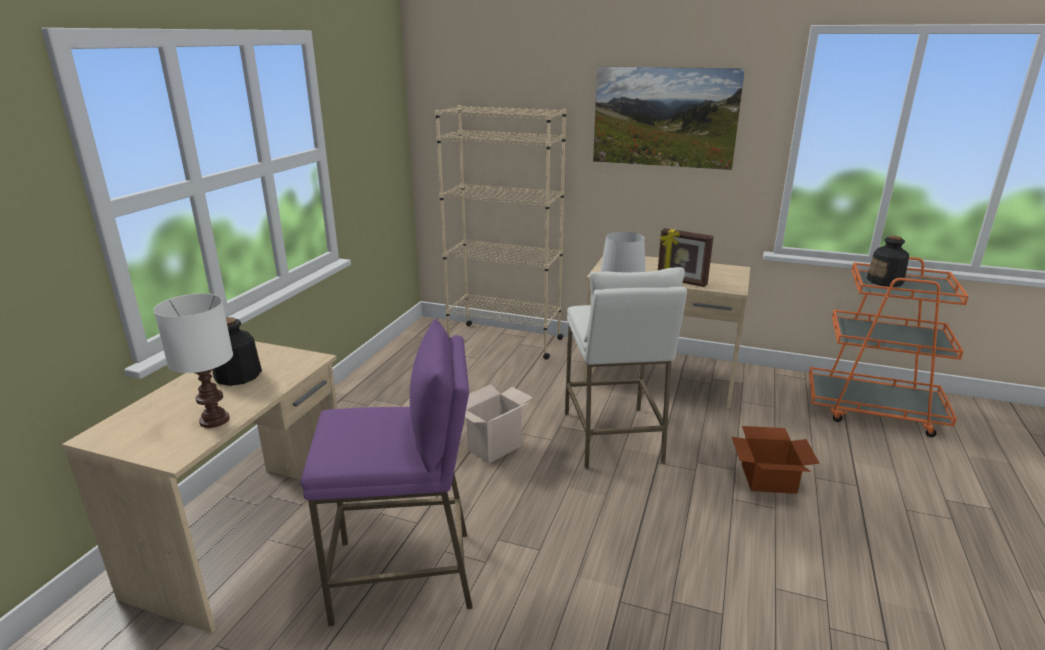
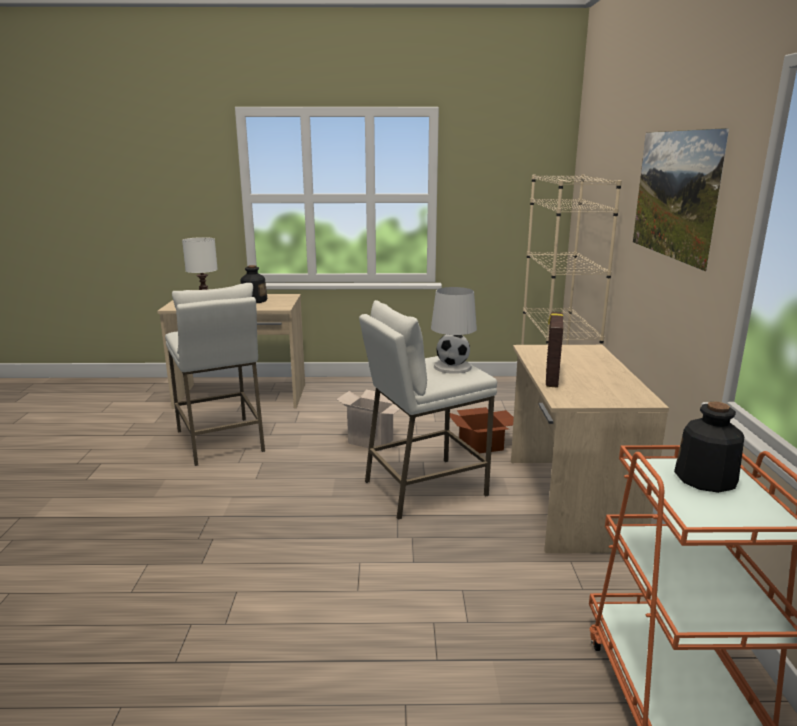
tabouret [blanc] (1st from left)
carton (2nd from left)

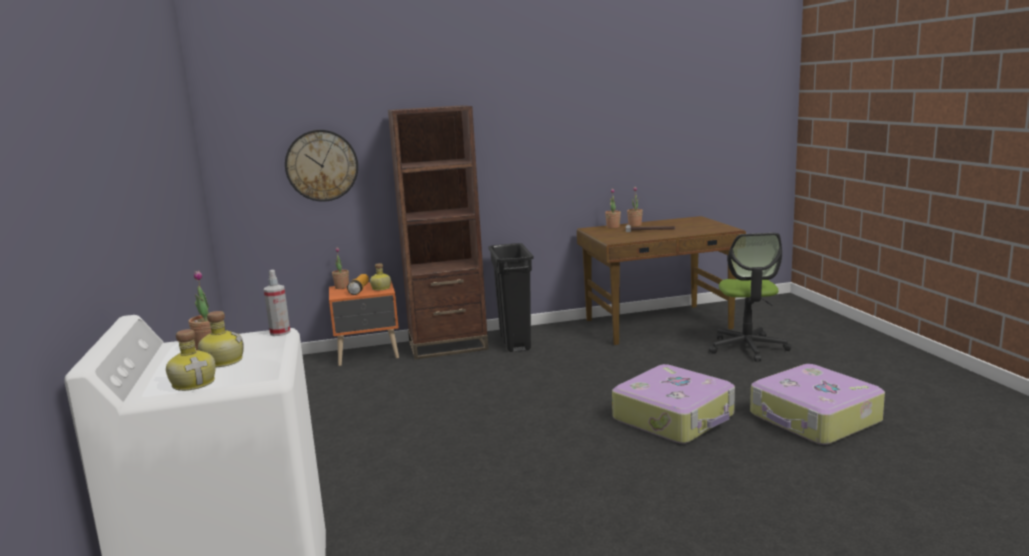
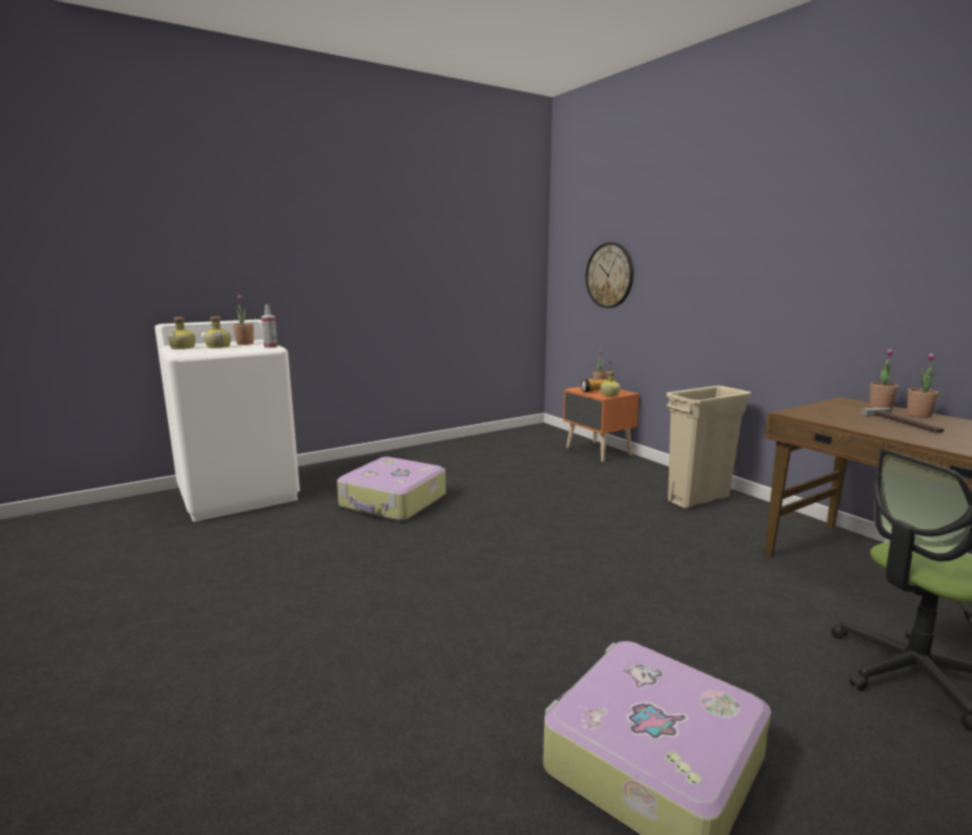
bibliothèque [marron]
poubelle [beige]
valise (1st from left)

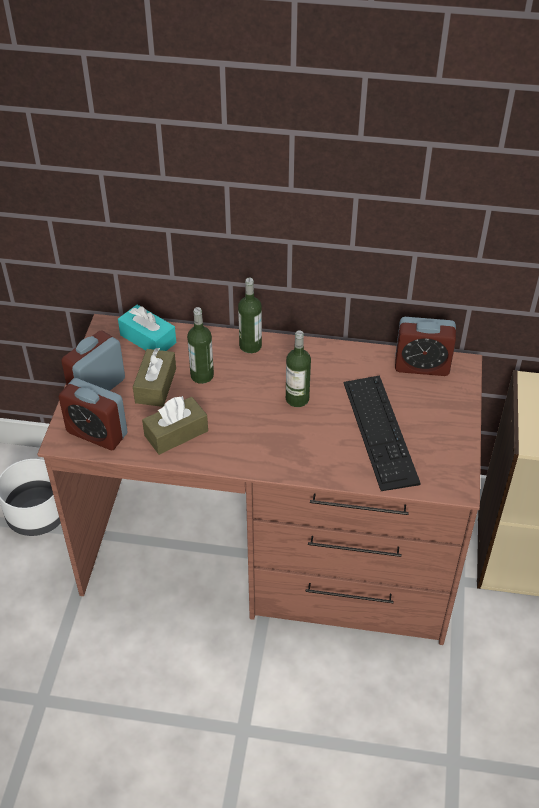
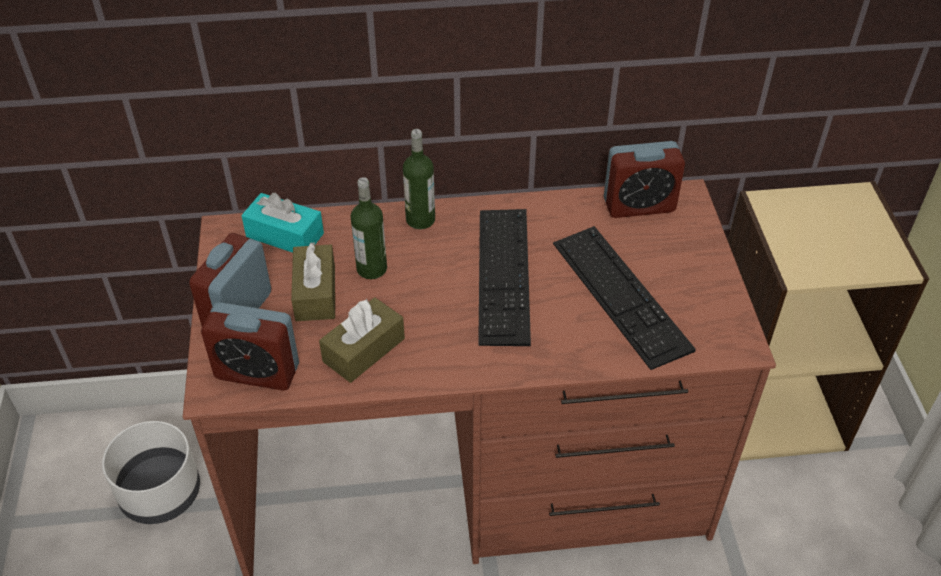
clavier (1st from left)

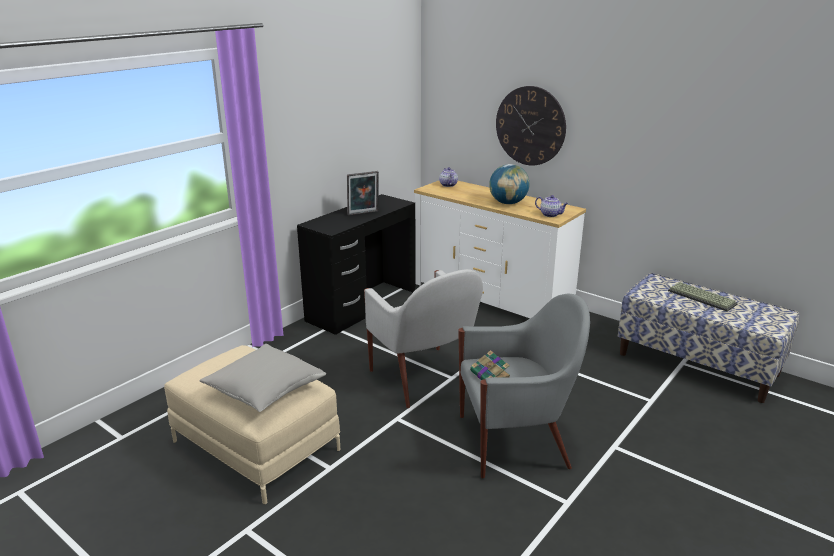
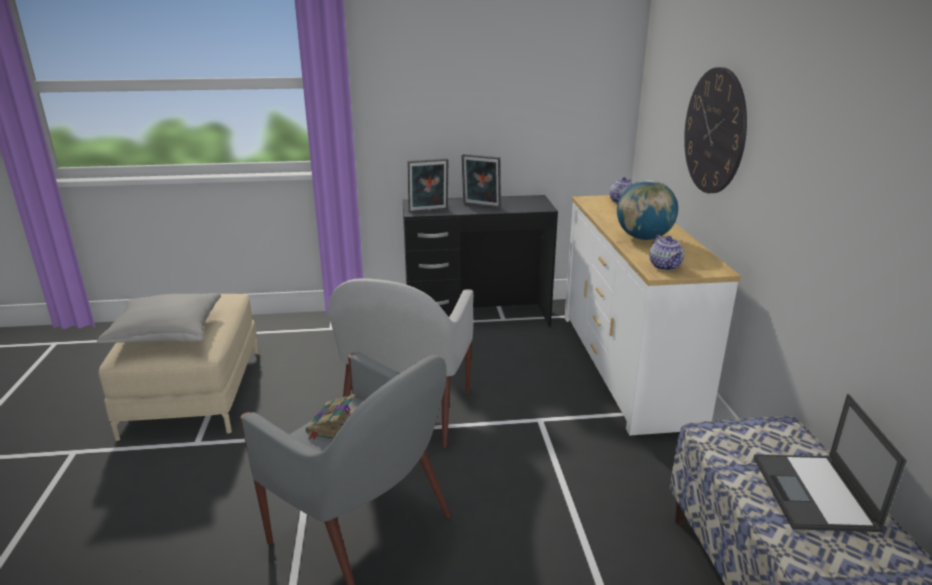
ordinateur portable
cadre photo (1st from left)

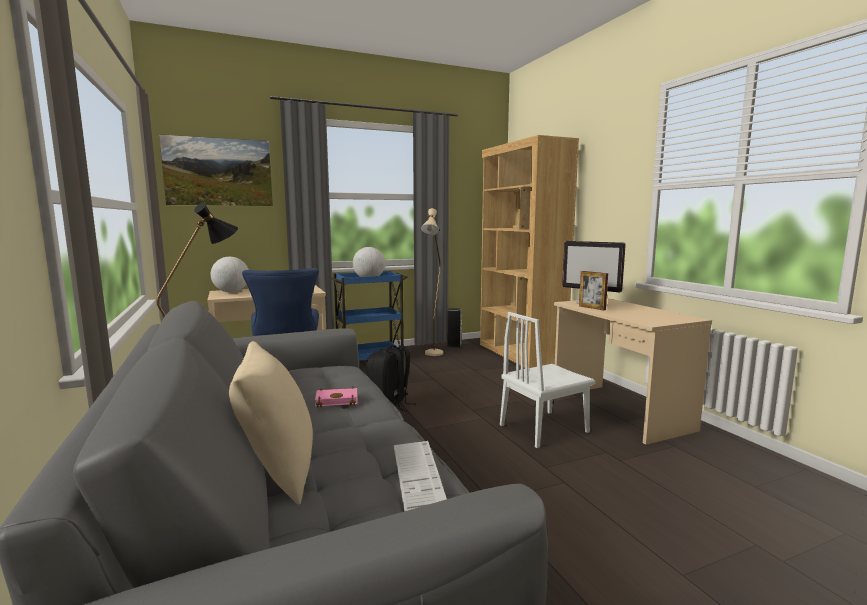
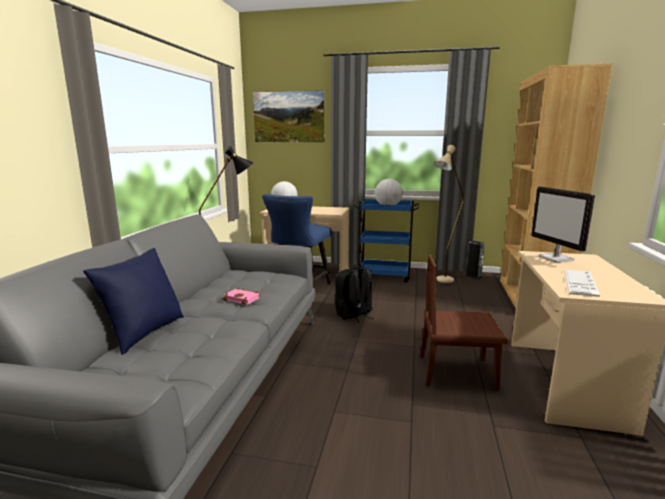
coussin [bleu]
clavier
chaise [marron]
cadre photo

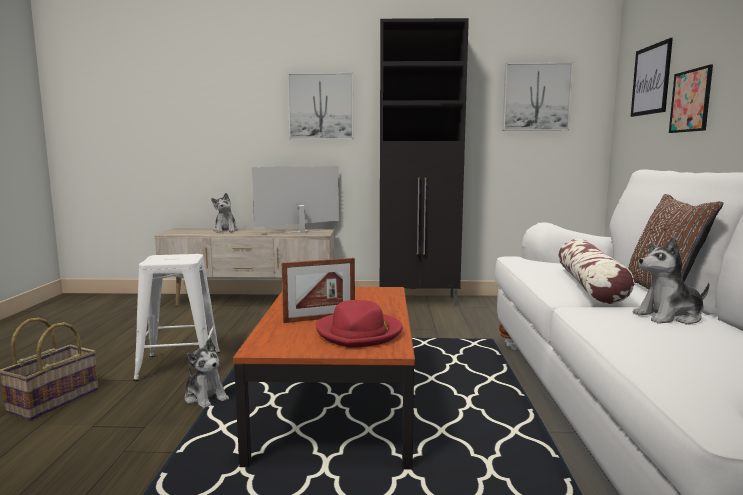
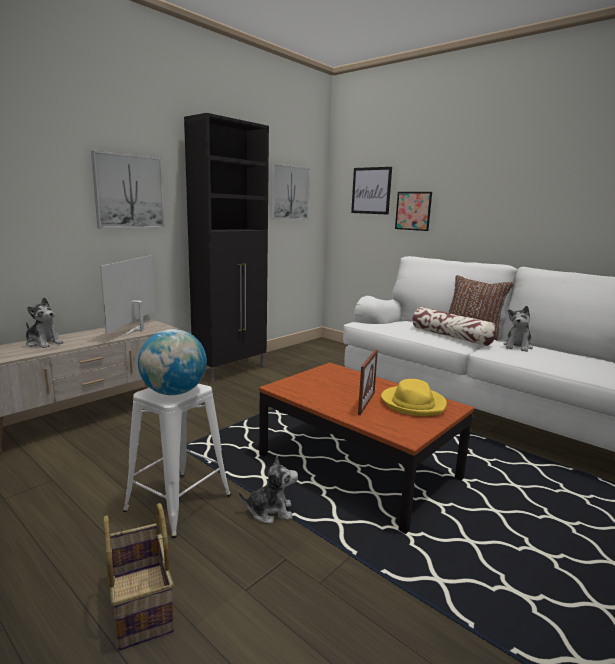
chapeau [jaune]
globe

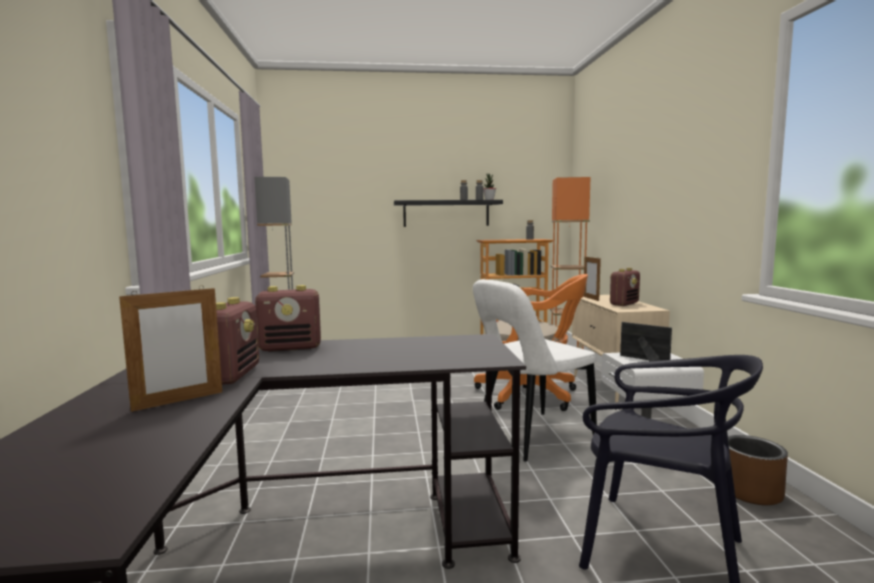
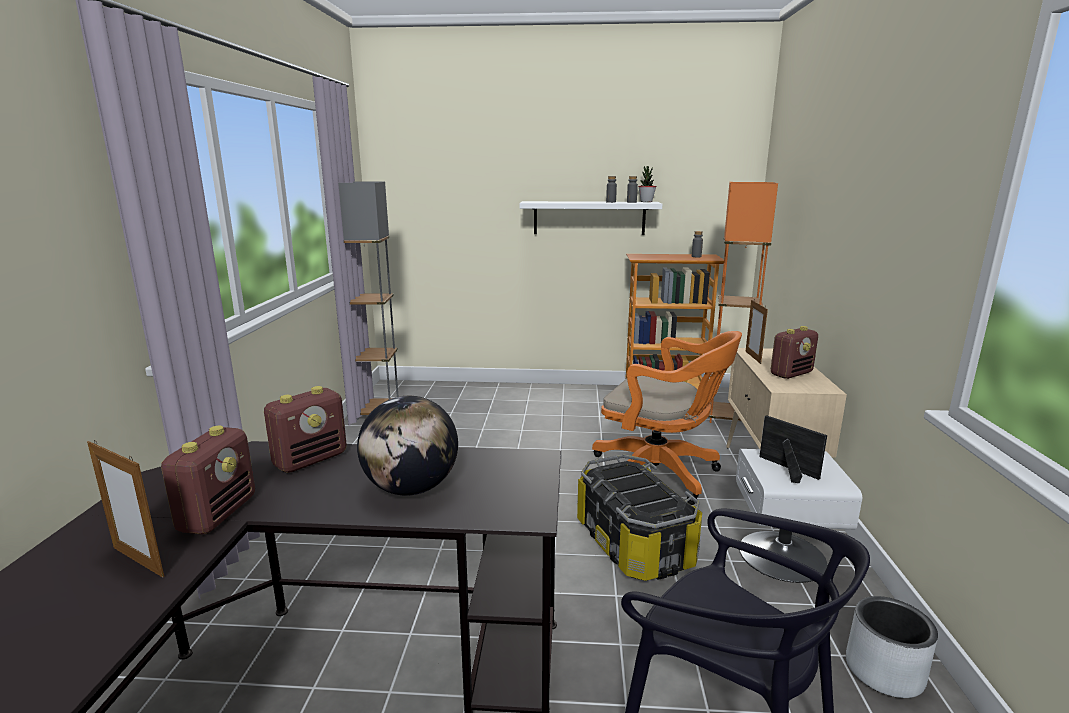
cadre photo (1st from left)
radio (2nd from left)
étagère [blanc]
boîte de rangement
cache-pot [gris]
globe

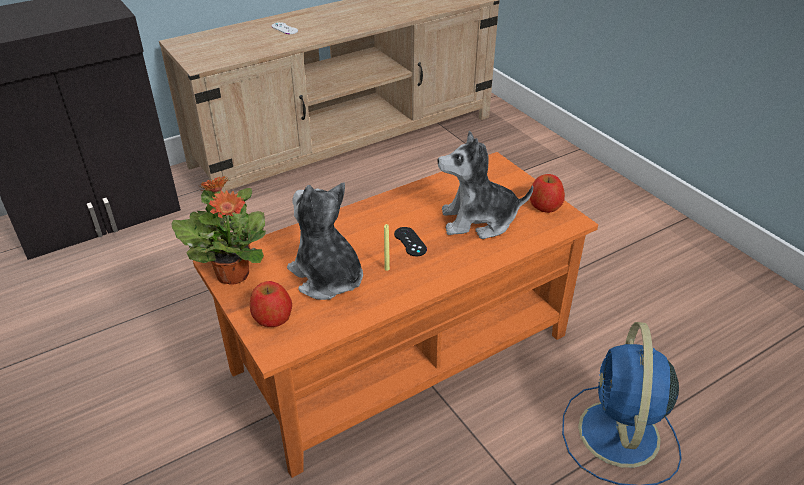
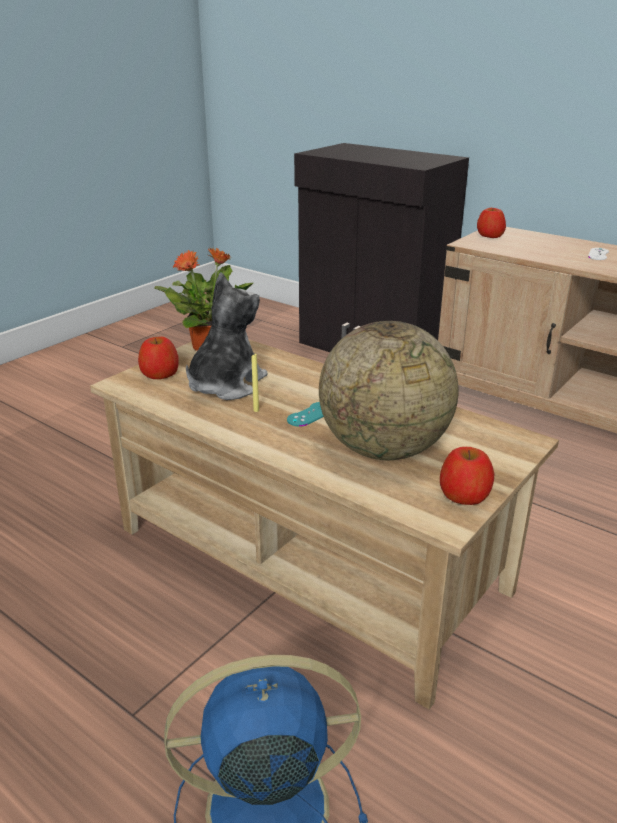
table basse [beige]
manette [turquoise]
globe
pomme (3rd from left)

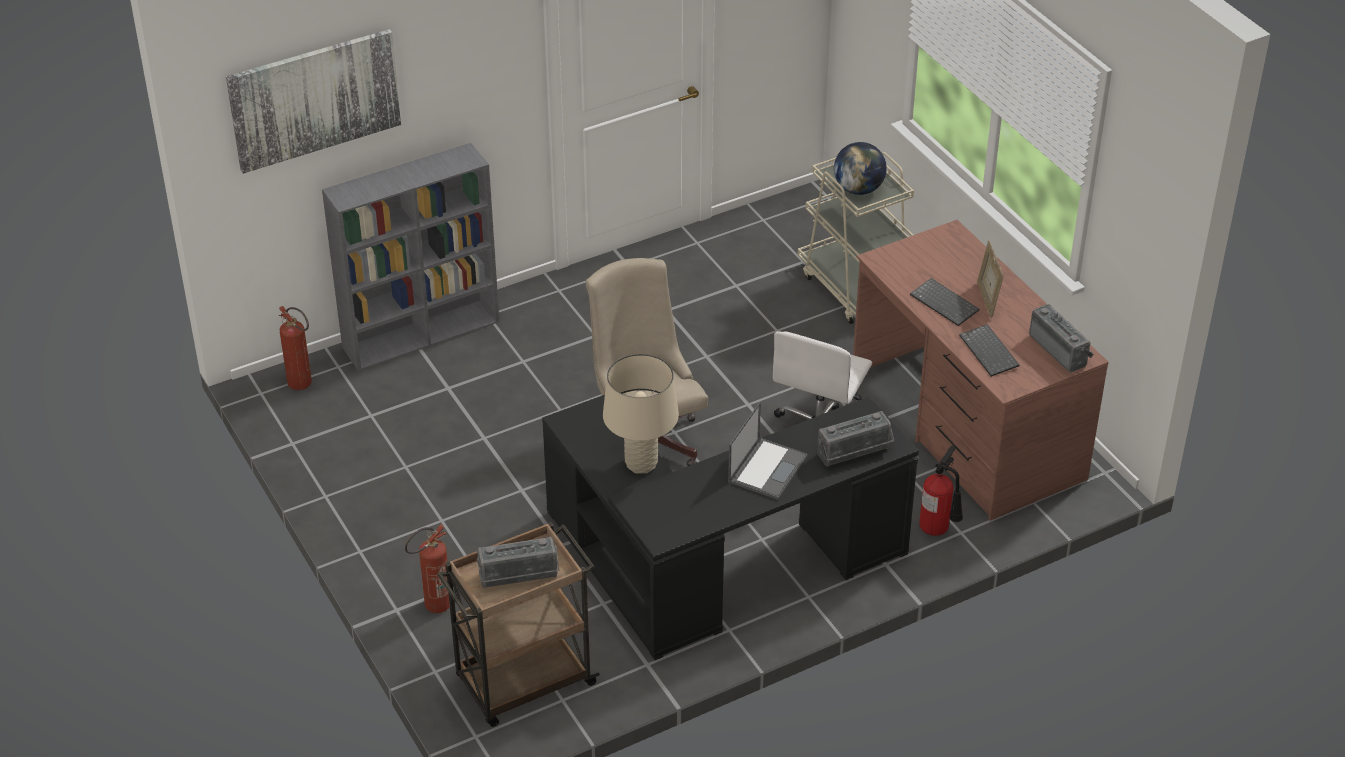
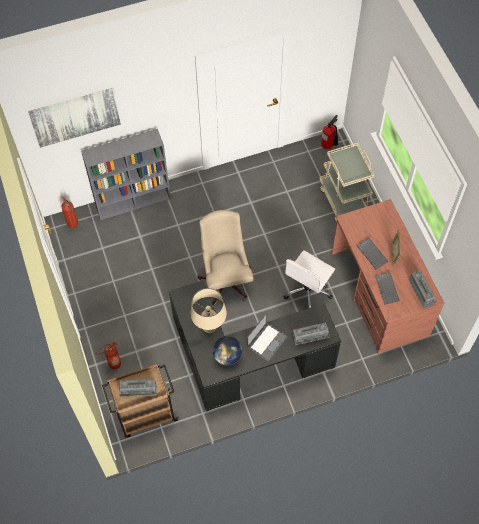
globe
extincteur (3rd from left)

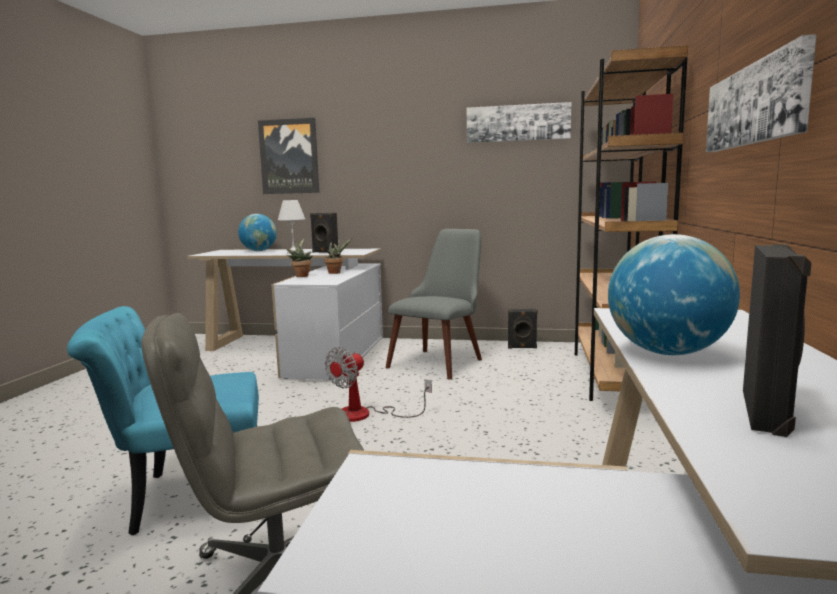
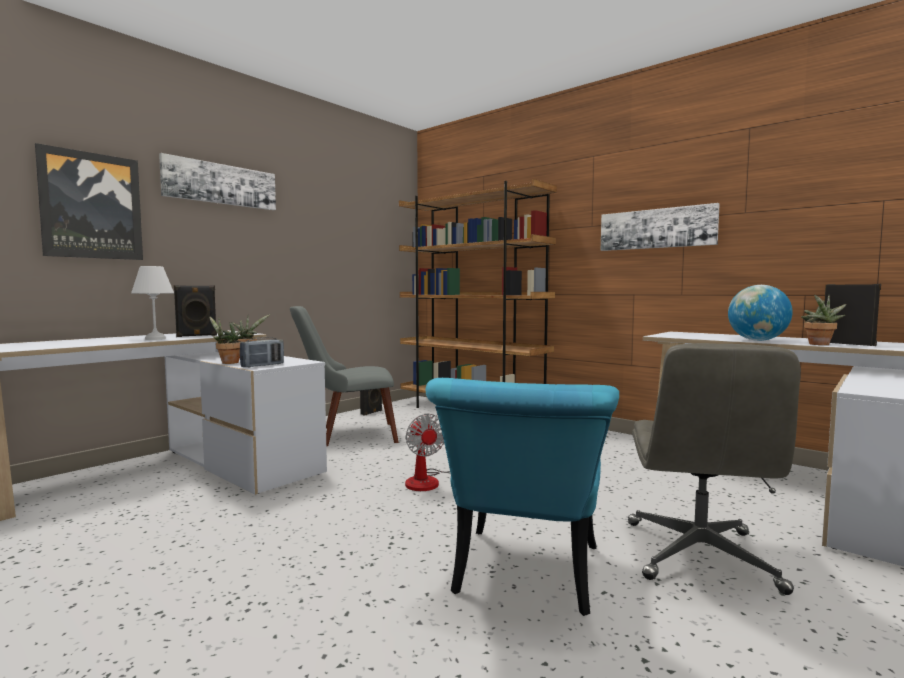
globe (1st from left in the first image)
chaise [gris]
tableau (2nd from left)
radio
plante en pot (3rd from left)

